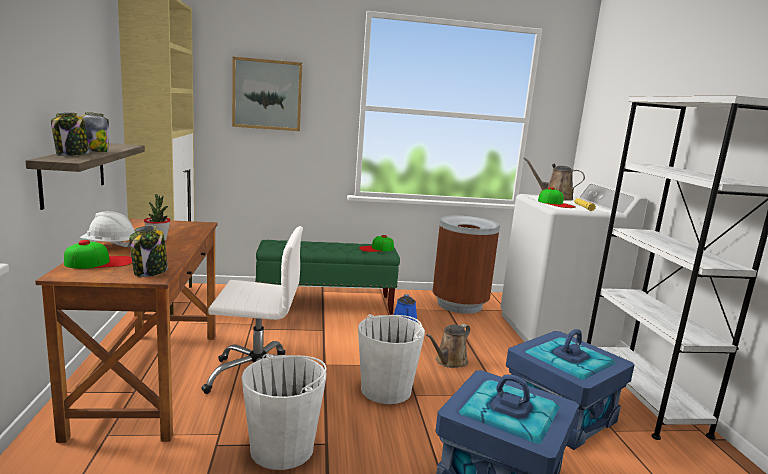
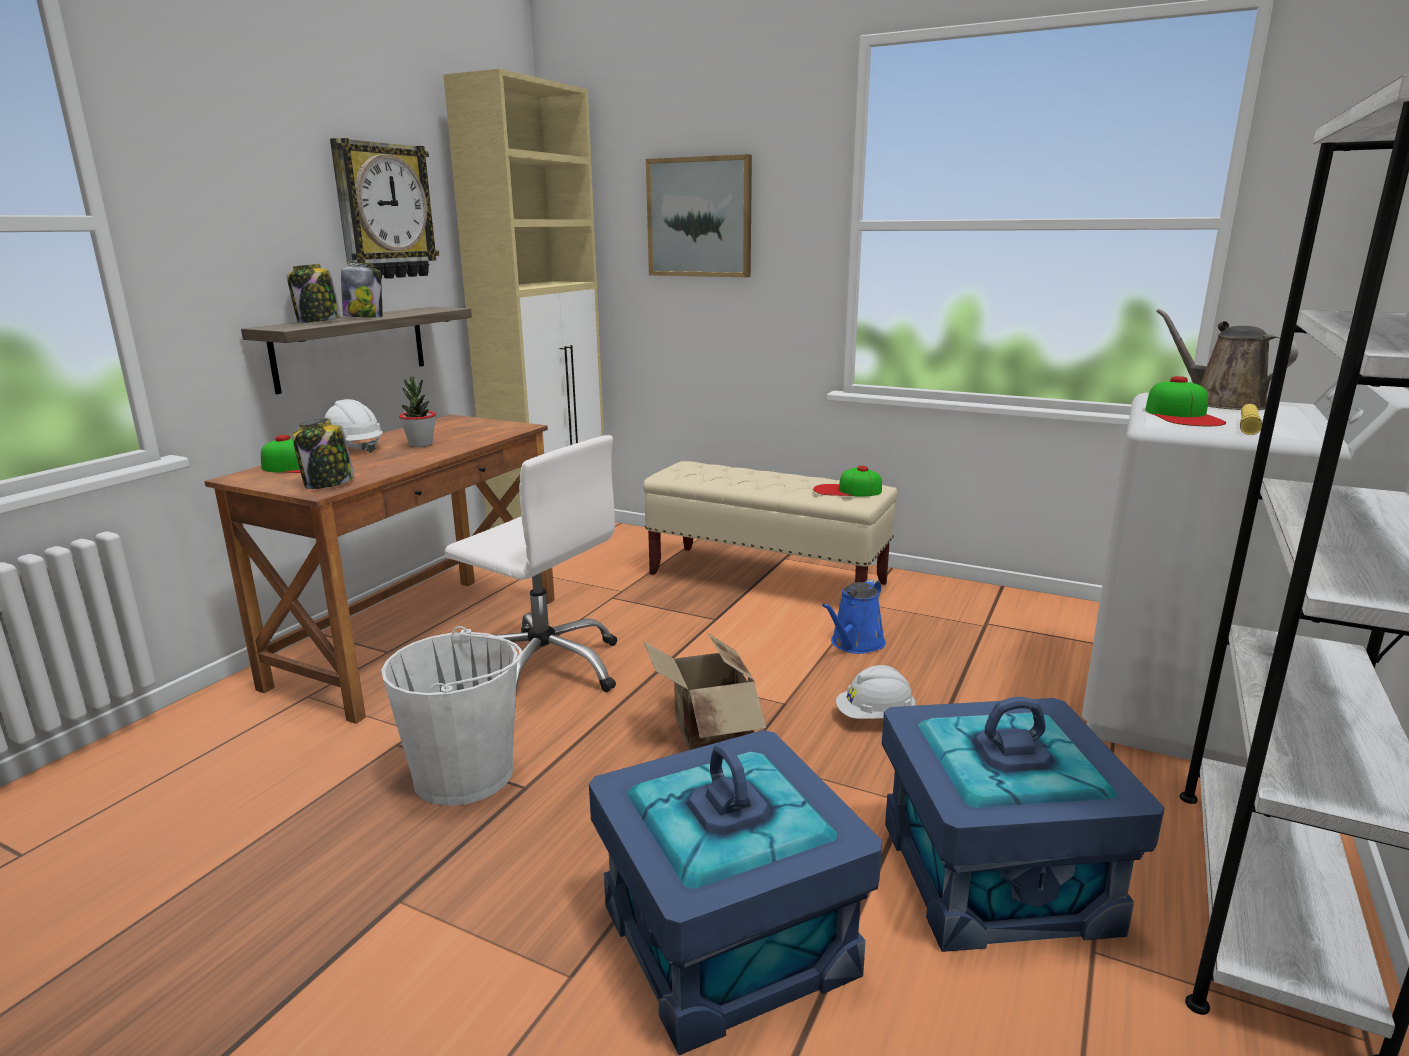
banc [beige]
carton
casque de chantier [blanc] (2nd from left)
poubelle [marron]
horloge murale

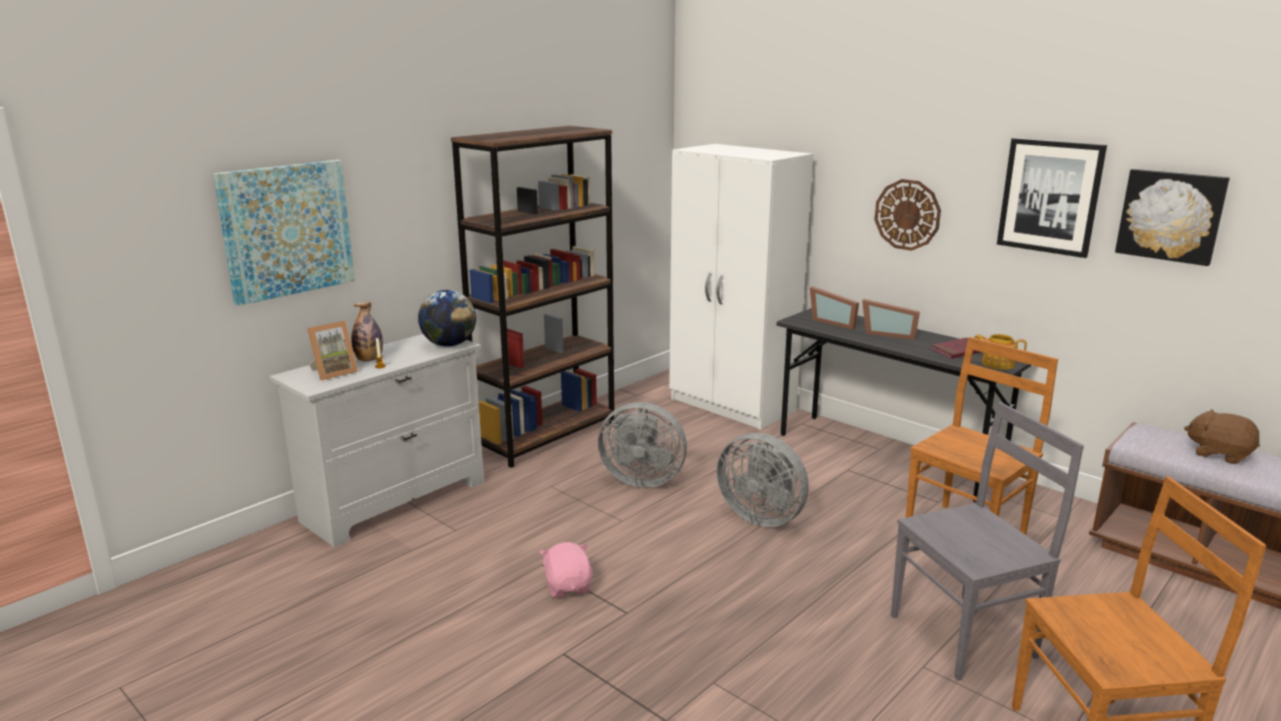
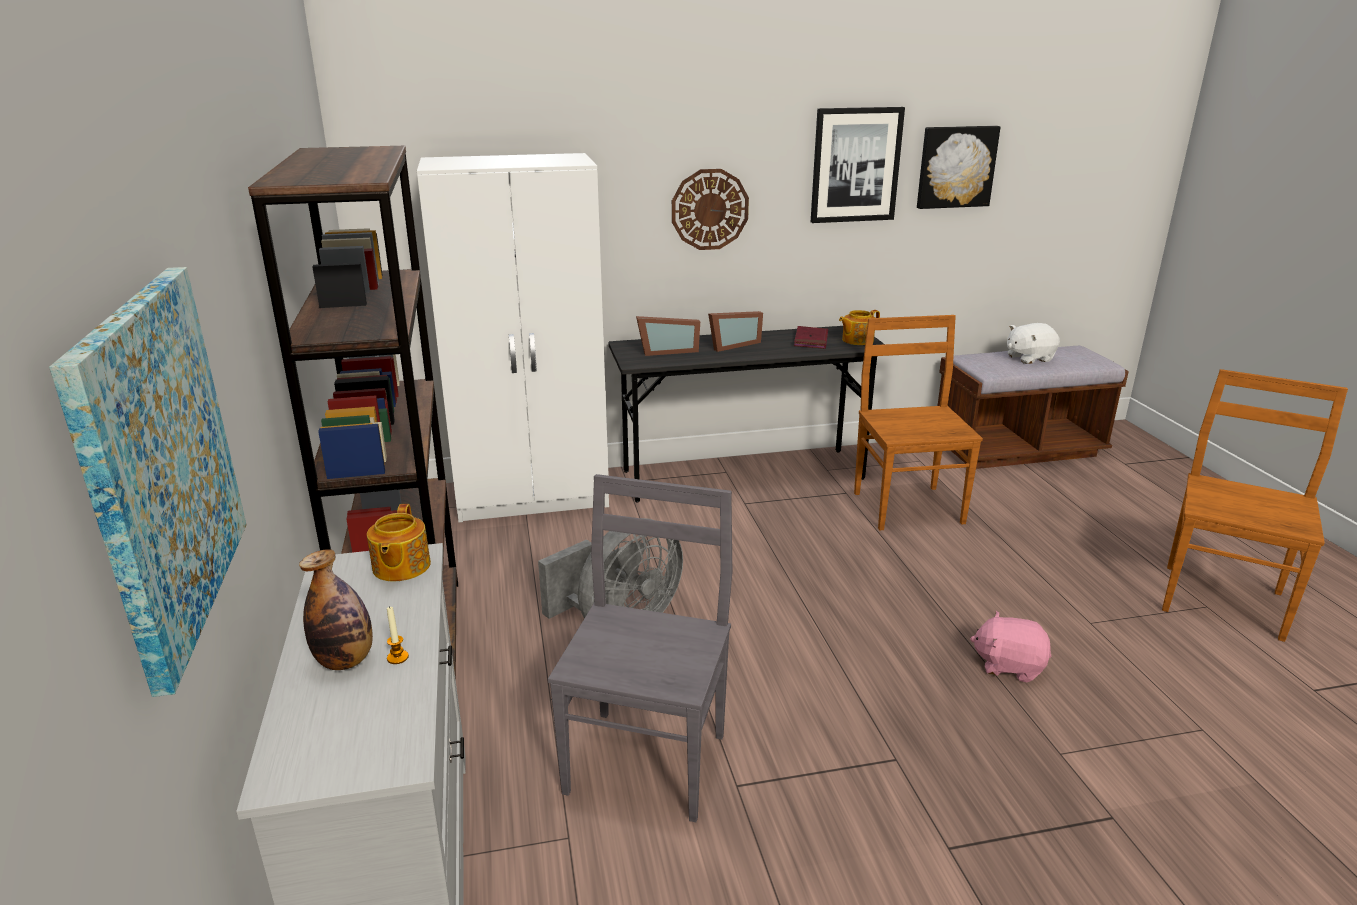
cadre photo (1st from left in the first image)
théière (1st from left)
peluche [rose]
ventilateur [gris] (2nd from left in the first image)
chaise [gris]
peluche [blanc]

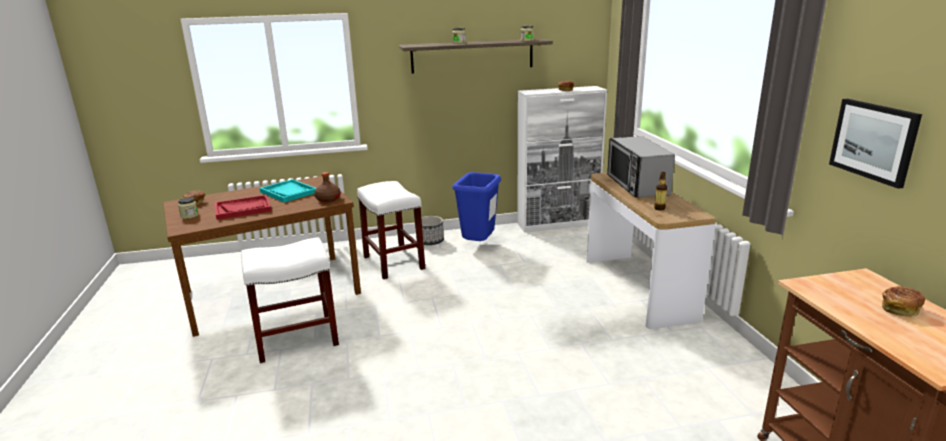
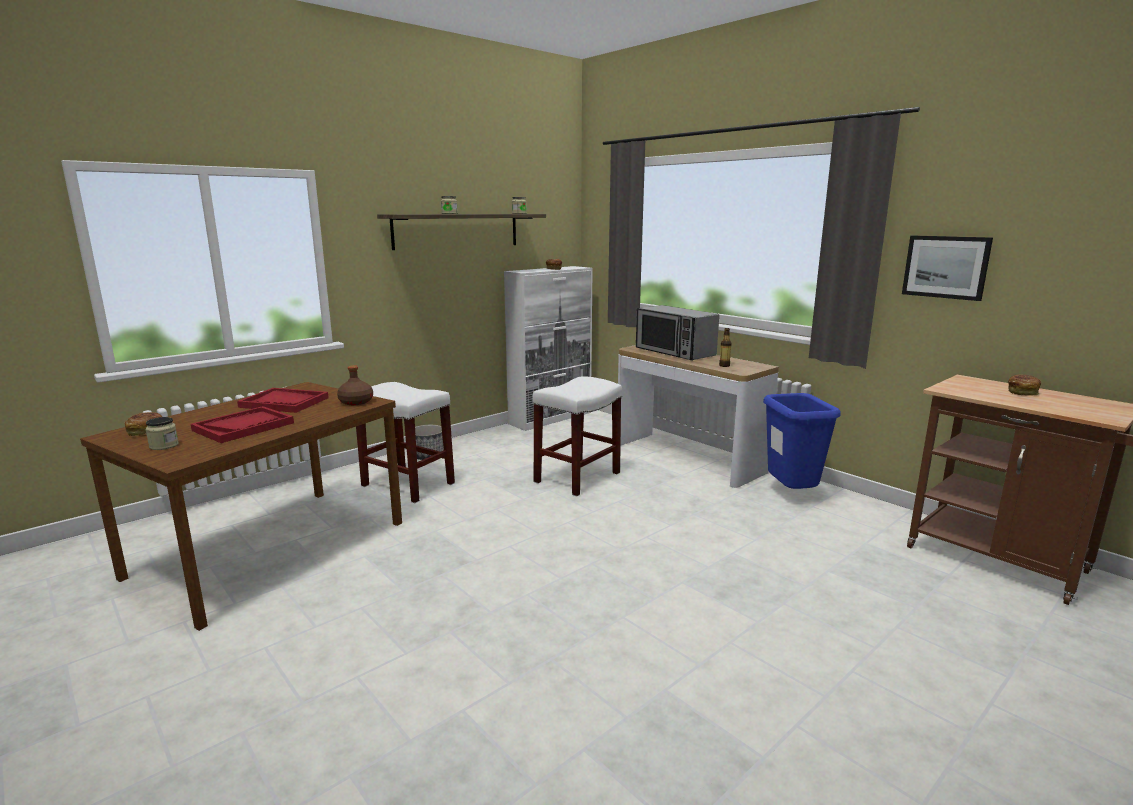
tabouret [blanc] (2nd from left)
plateau [rouge] (2nd from left)
poubelle [bleu]

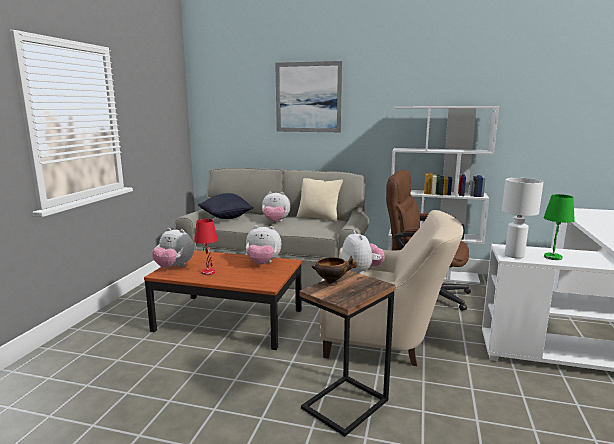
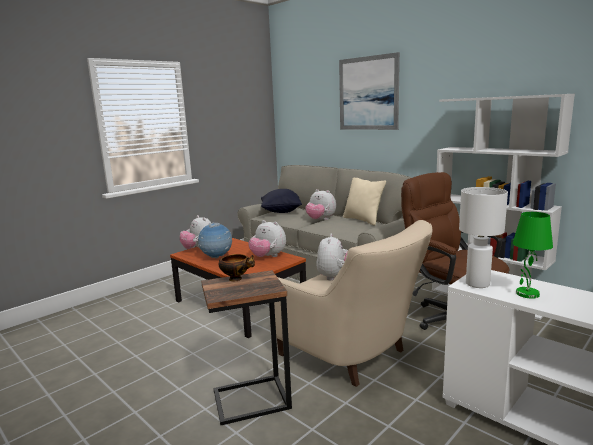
globe

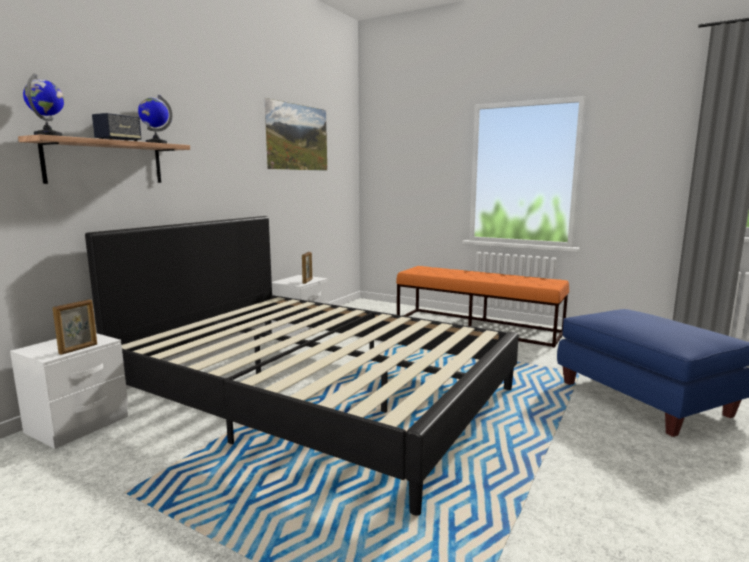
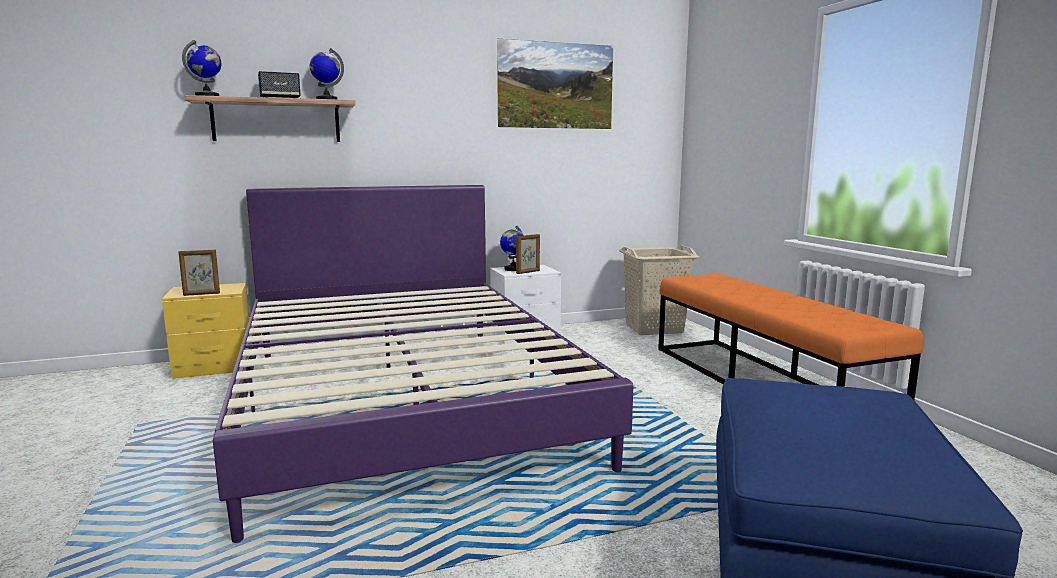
table de chevet [jaune]
lit [violet]
globe (3rd from left)
panier à linge [beige]

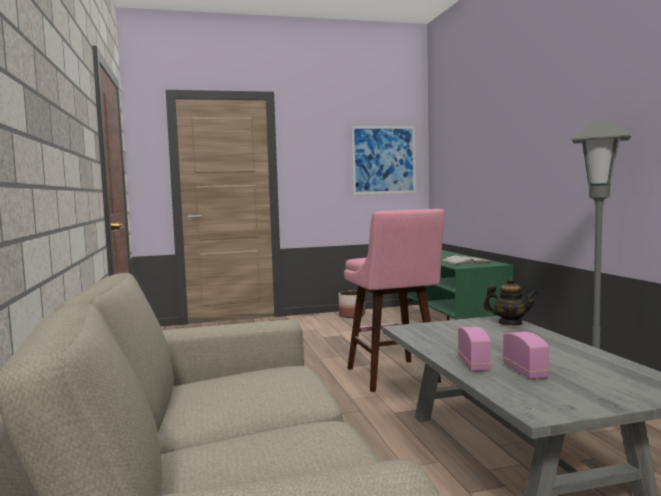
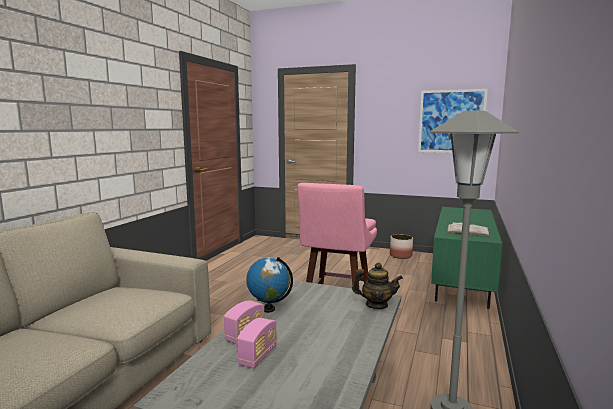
théière
globe

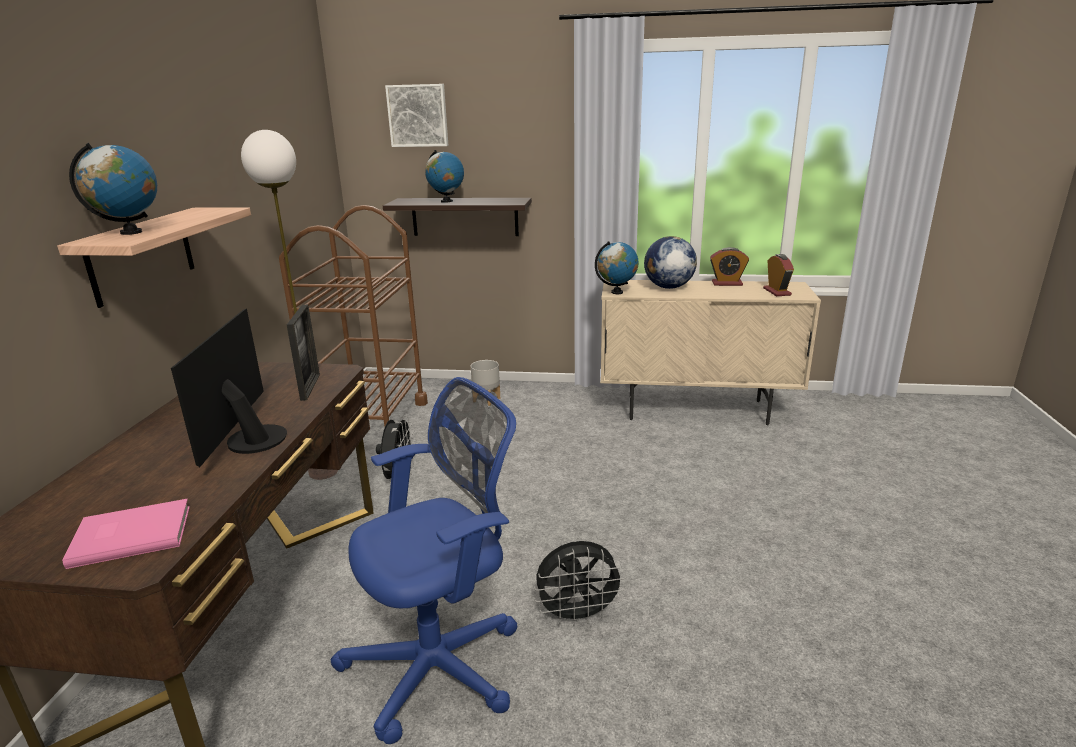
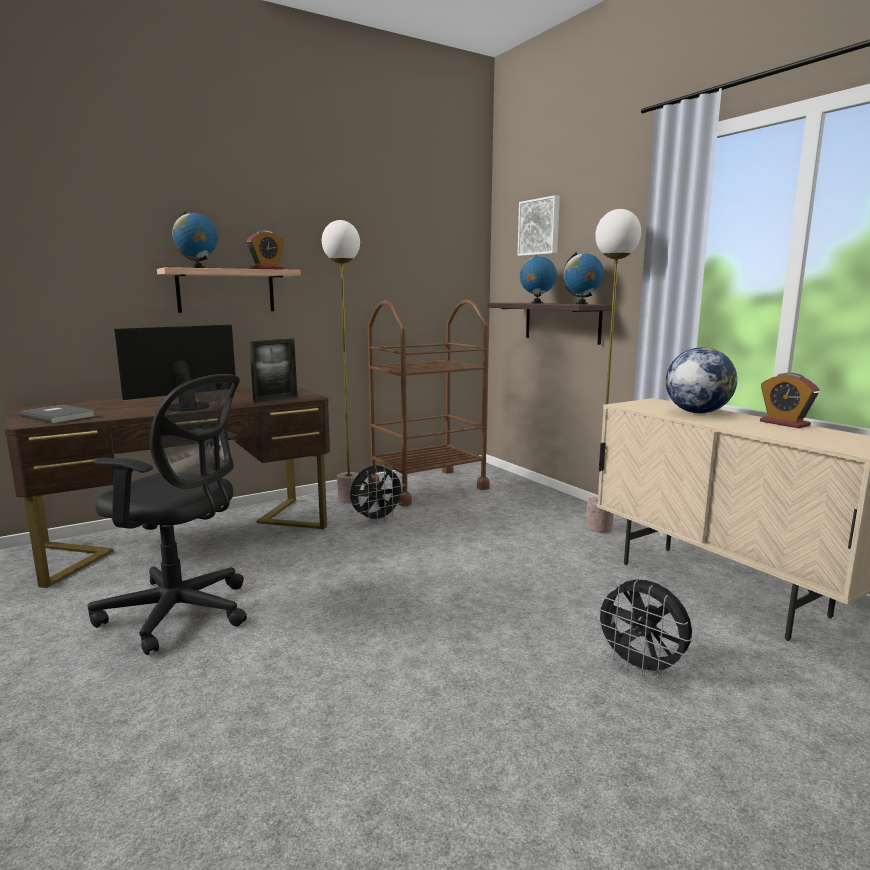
livre [gris]
chaise de bureau [noir]
cache-pot [gris]
ventilateur [noir] (2nd from left)
globe (3rd from left)
réveil (1st from left)
lampadaire (2nd from left)

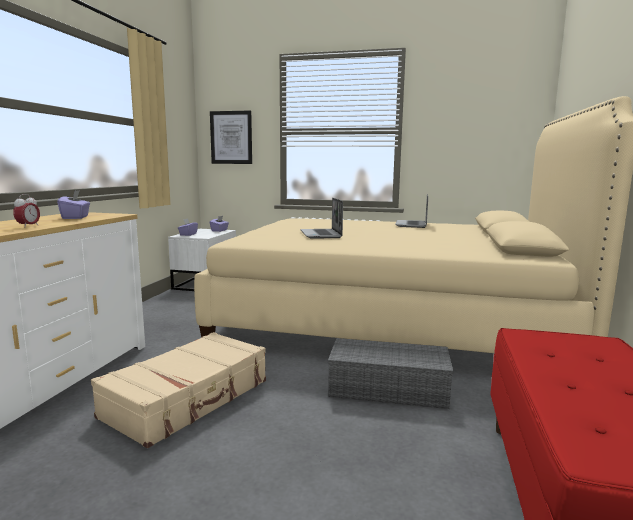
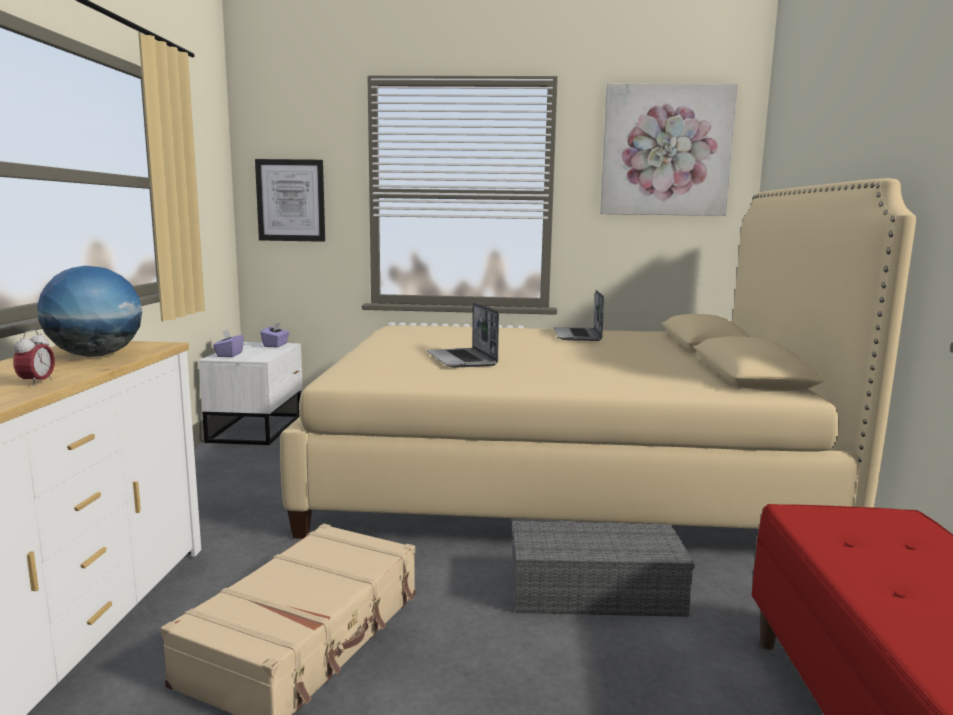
globe
tableau (2nd from left)

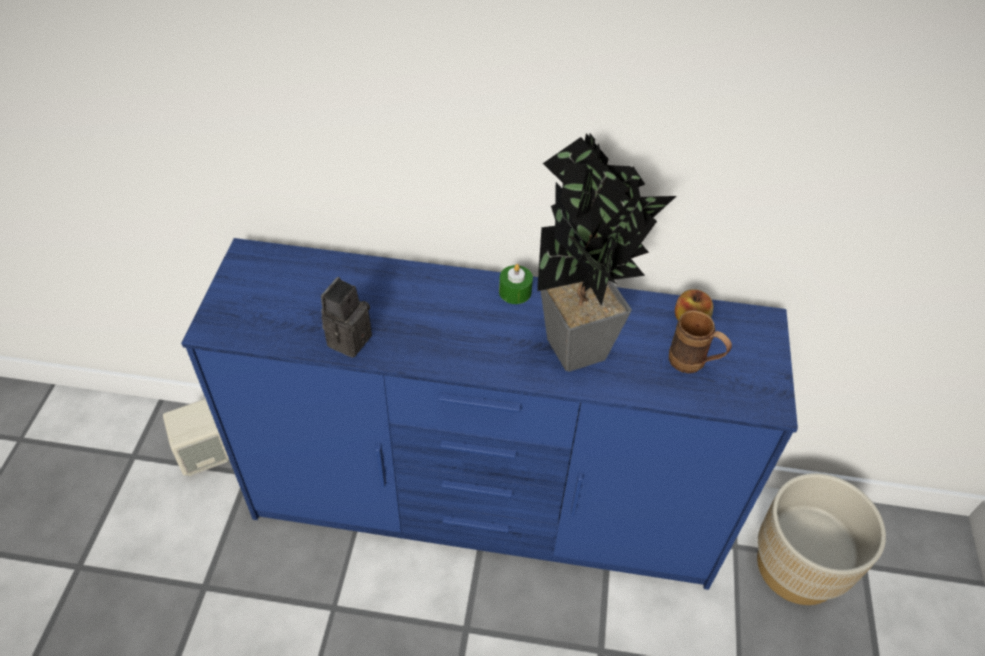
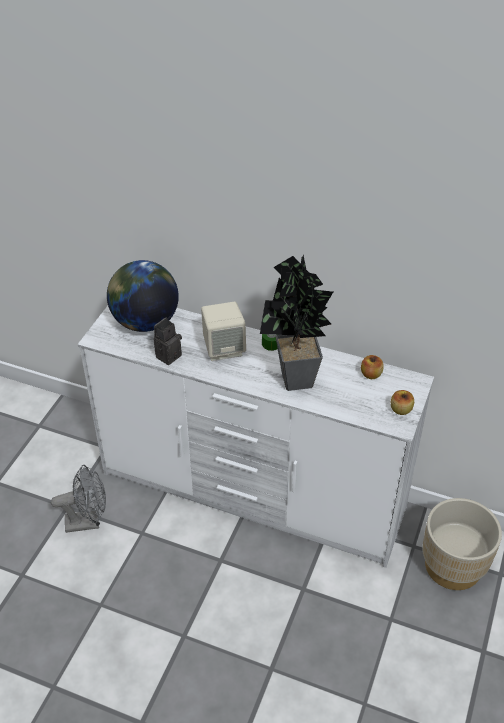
enceinte [beige]
commode [blanc]
mug [marron]
ventilateur [gris]
globe
pomme (2nd from left)

